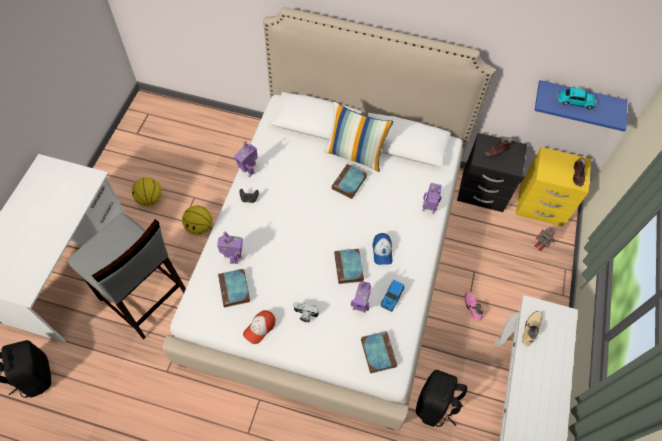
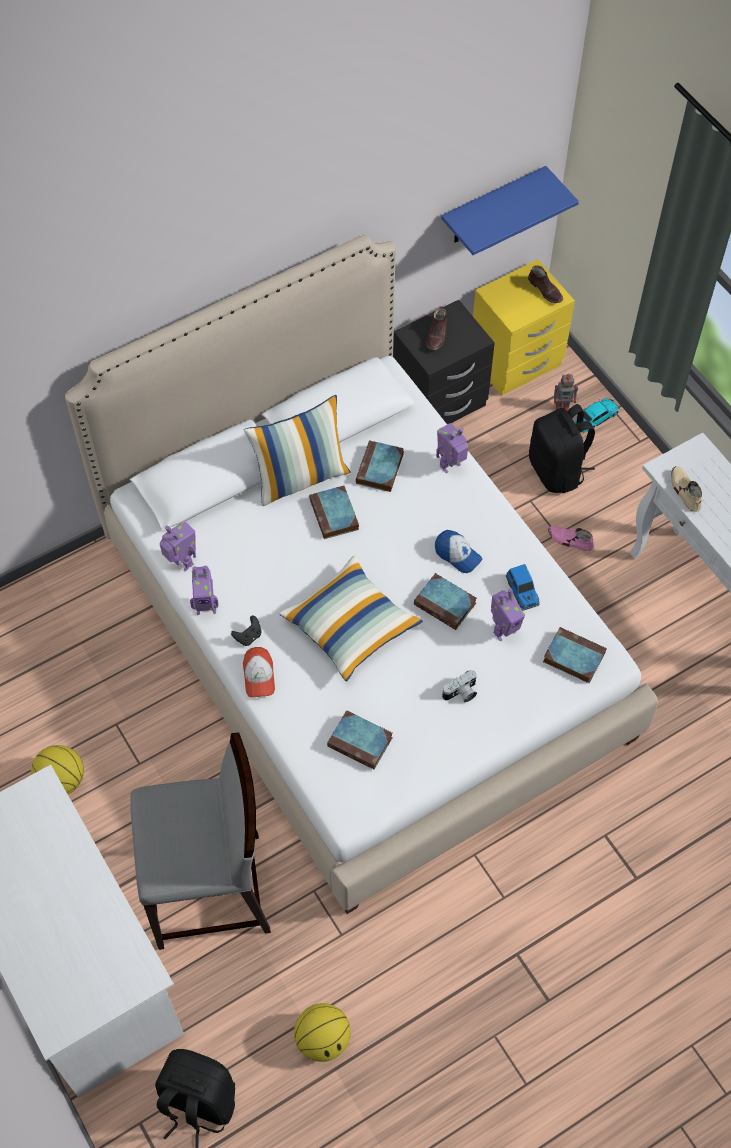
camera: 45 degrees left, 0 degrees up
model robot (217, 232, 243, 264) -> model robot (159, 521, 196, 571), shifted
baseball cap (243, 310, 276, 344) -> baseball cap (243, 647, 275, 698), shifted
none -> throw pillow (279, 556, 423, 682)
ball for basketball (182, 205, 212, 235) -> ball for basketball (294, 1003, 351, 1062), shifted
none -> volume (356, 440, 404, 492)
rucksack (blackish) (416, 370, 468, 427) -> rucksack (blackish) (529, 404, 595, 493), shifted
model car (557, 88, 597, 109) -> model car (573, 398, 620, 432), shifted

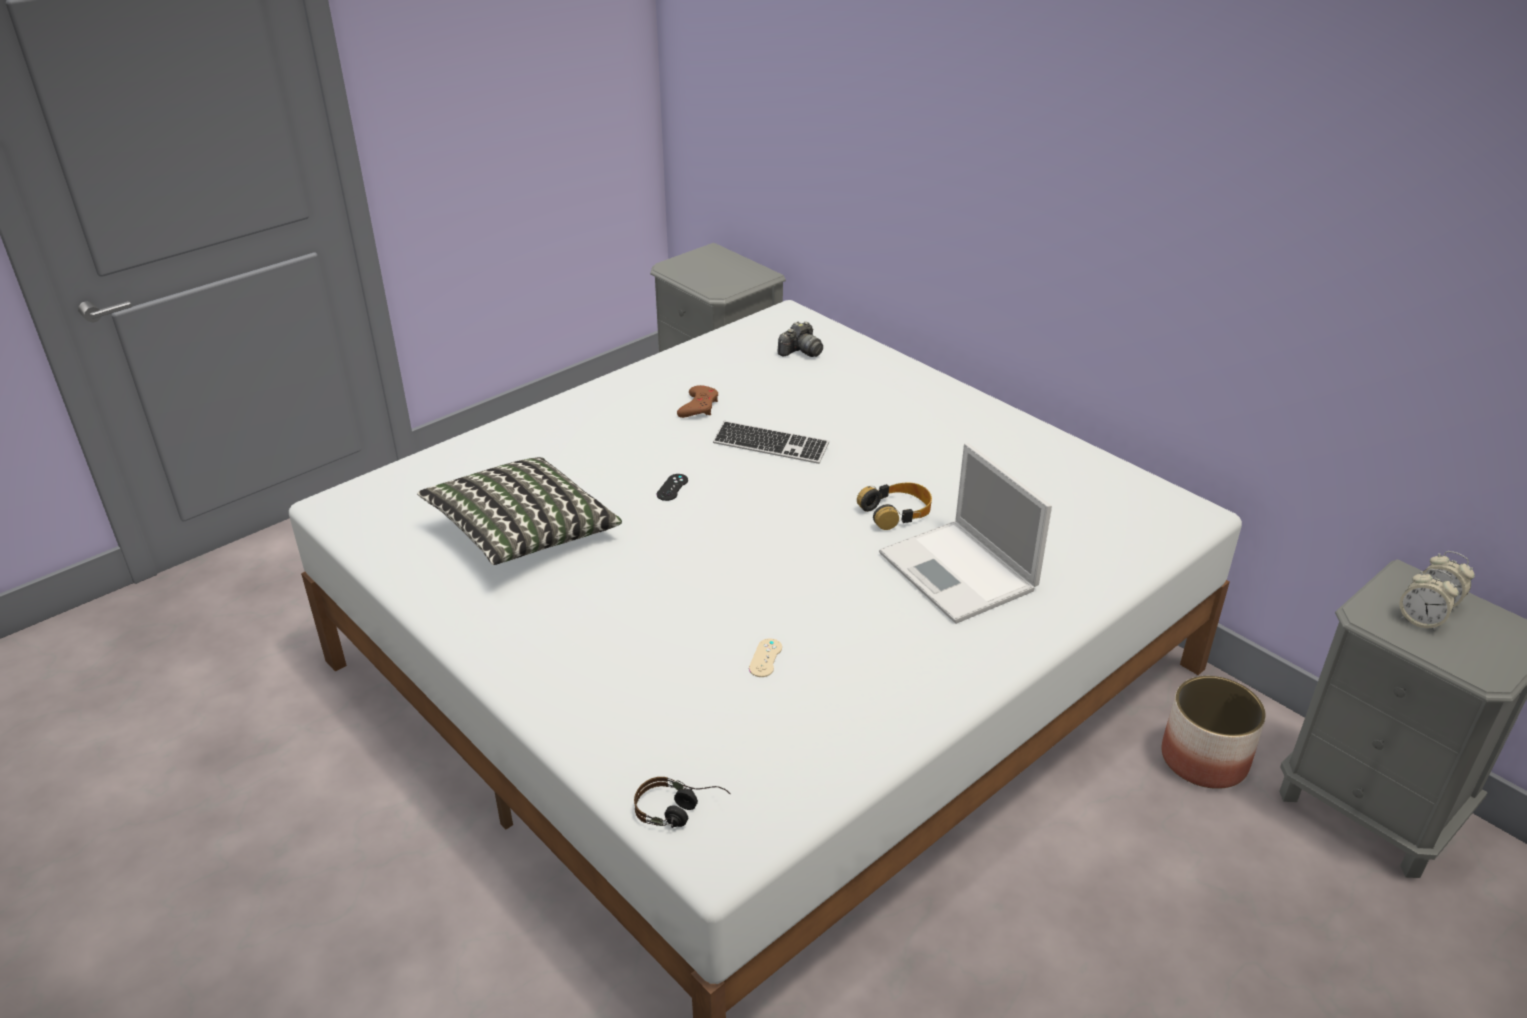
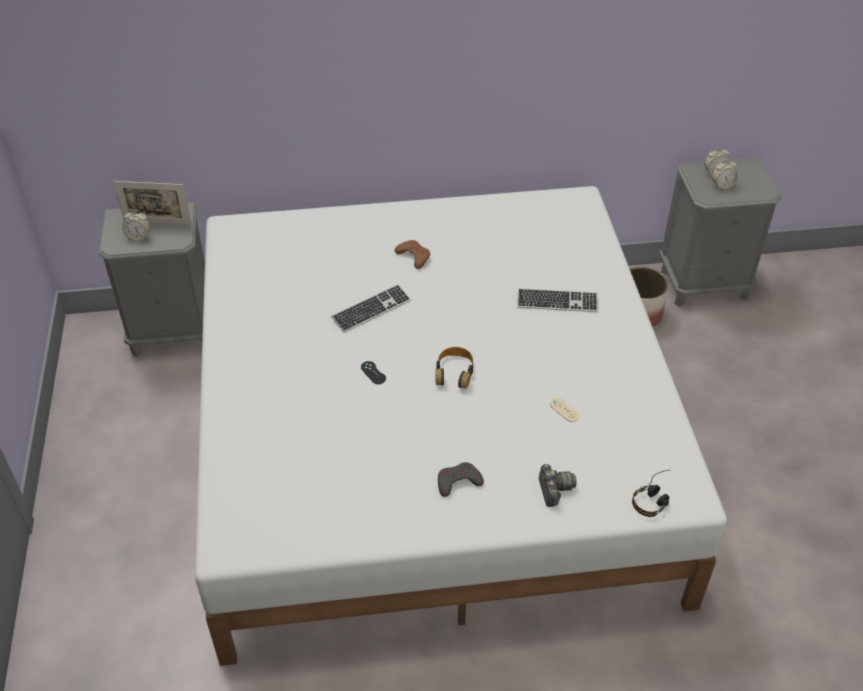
camera: 55 degrees left, 10 degrees up
none -> photo frame (113, 181, 191, 225)
none -> alarm clock (122, 209, 150, 241)
gamepad (brownish) (677, 385, 718, 418) -> gamepad (brownish) (395, 240, 430, 269), shifted
headphones (857, 483, 932, 530) -> headphones (435, 347, 474, 389), shifted
none -> gamepad (gray) (438, 462, 484, 497)
portable computer (879, 443, 1052, 624) -> PC keyboard (517, 288, 598, 312)
photo camera (778, 321, 823, 357) -> photo camera (539, 464, 577, 507), shifted
throw pillow (417, 457, 622, 565) -> none

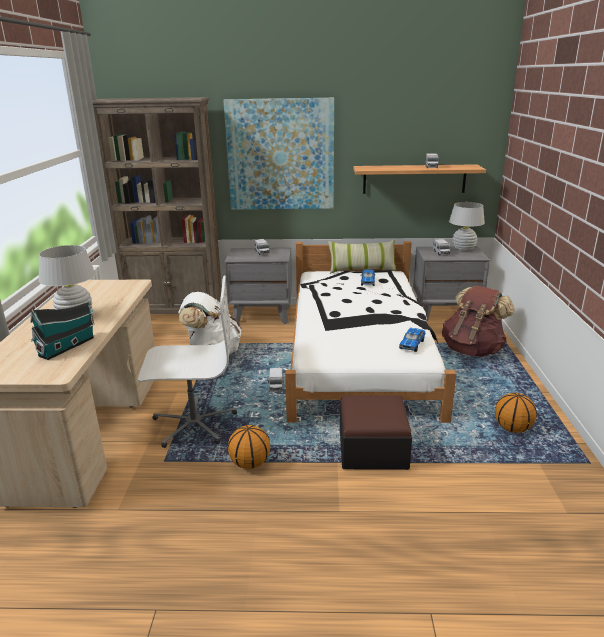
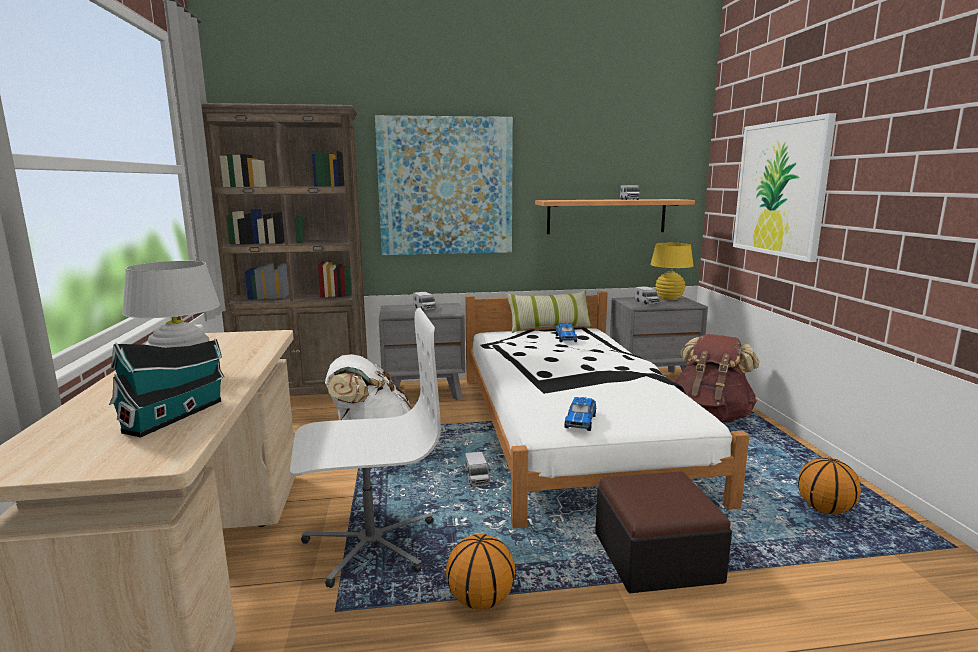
camera: 10 degrees left, 10 degrees down
model car (399, 328, 425, 352) -> model car (564, 397, 596, 431), shifted
lamp for a table (whitish) (449, 202, 485, 251) -> lamp for a table (yellowish) (650, 243, 694, 300)
none -> picture (733, 113, 836, 262)

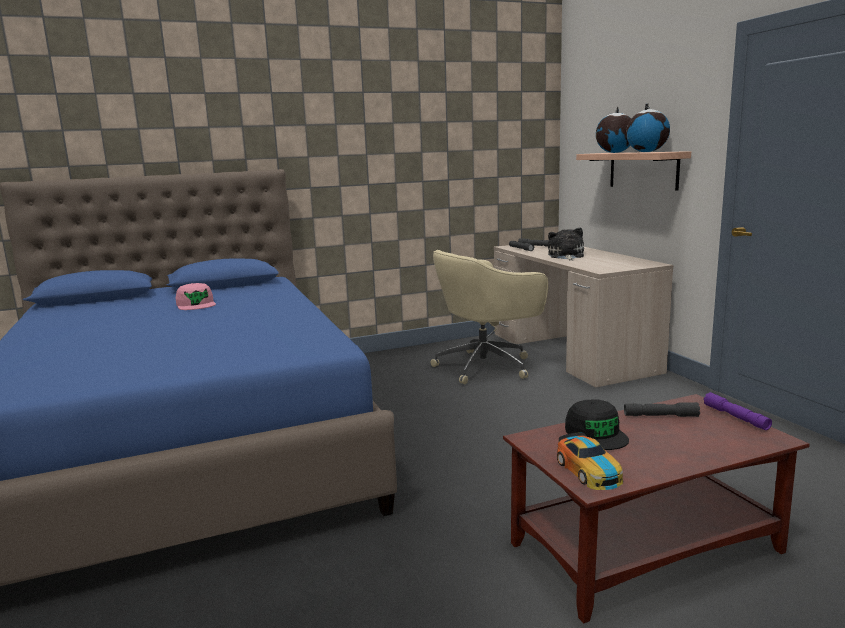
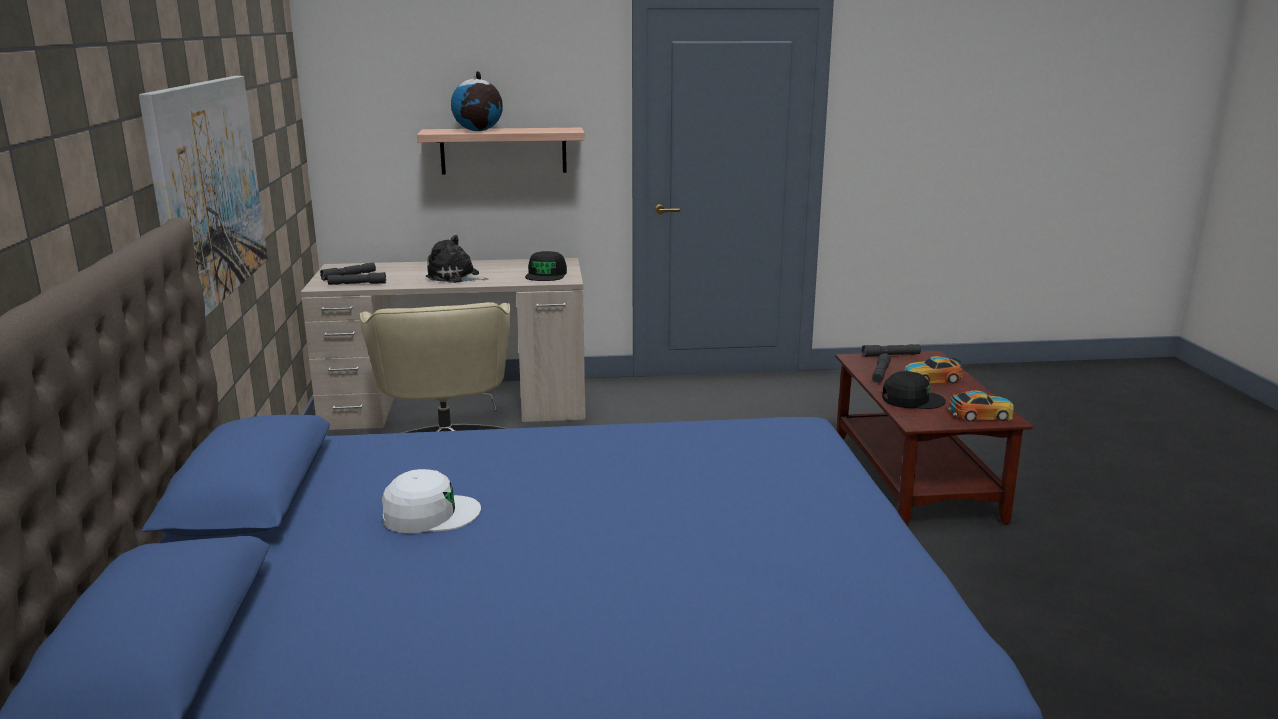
camera: 75 degrees left, 5 degrees up
none -> picture (139, 76, 268, 317)
baseball cap (pink) (175, 283, 216, 310) -> baseball cap (whitish) (382, 469, 481, 533)
none -> baseball cap (blackish) (525, 251, 567, 281)
flashlight (purple-coloured) (704, 392, 772, 430) -> flashlight (gray) (862, 344, 921, 357)
none -> model car (904, 356, 963, 384)
desk globe (626, 103, 670, 152) -> none

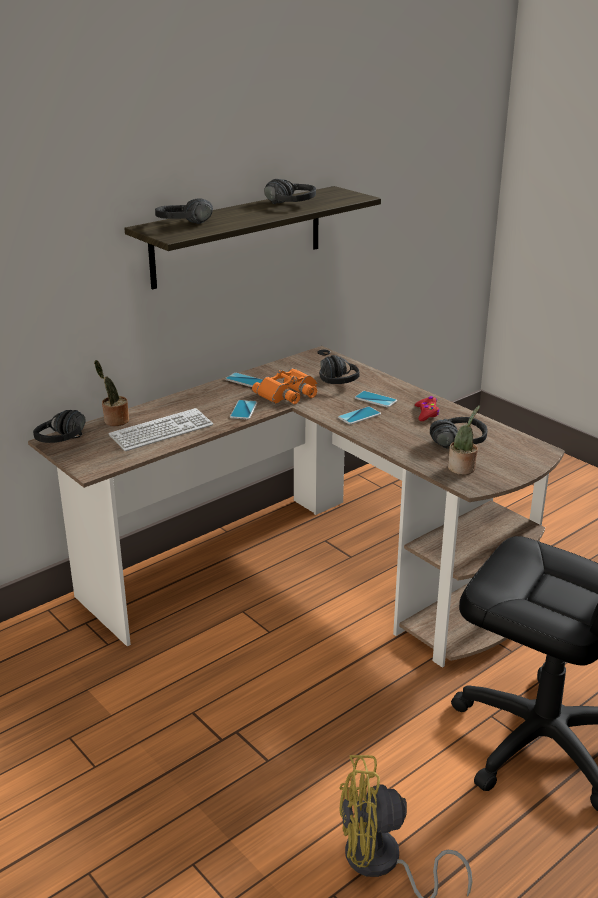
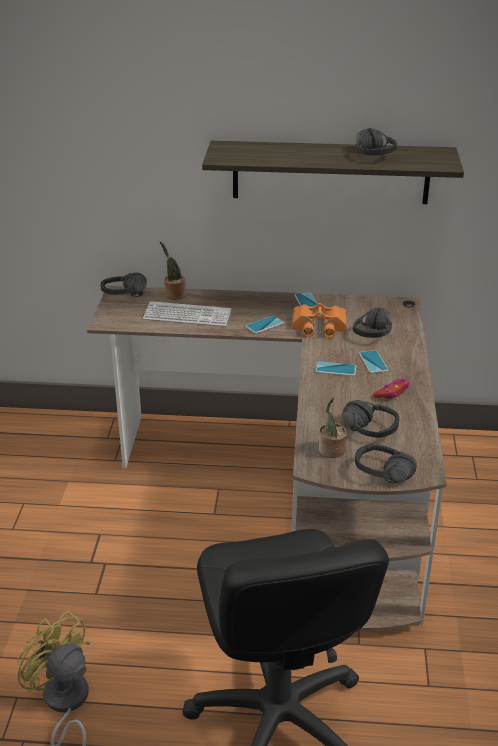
camera: 45 degrees right, 5 degrees up
headphones (blackish) (155, 198, 213, 224) -> headphones (blackish) (355, 444, 417, 483), shifted

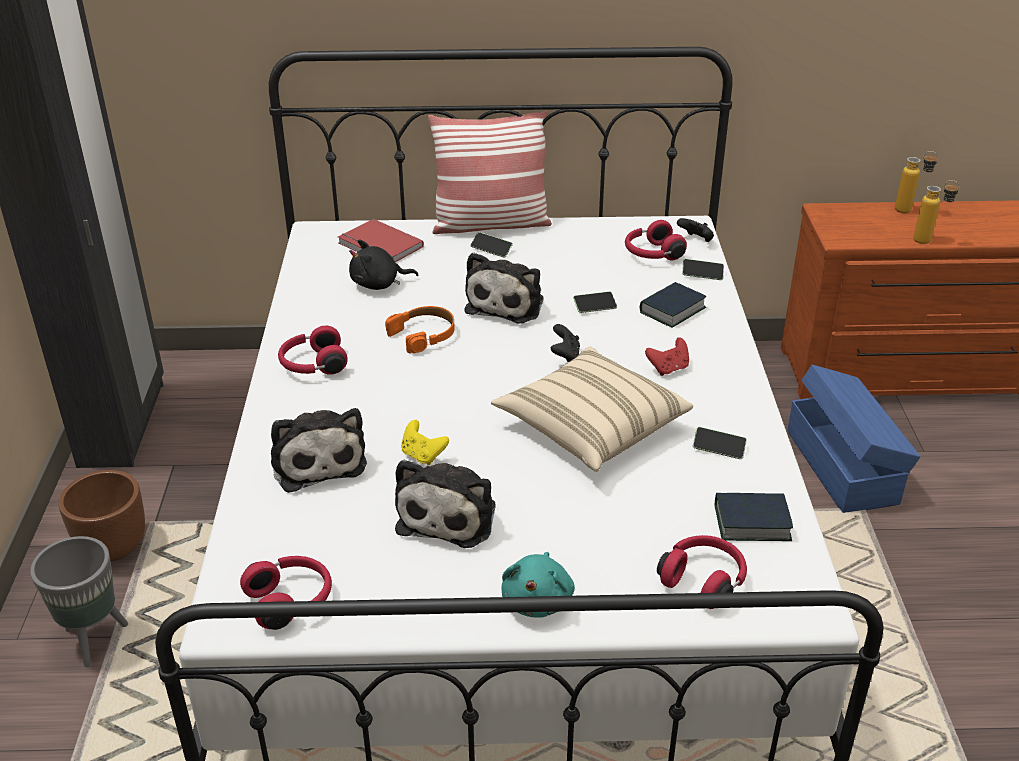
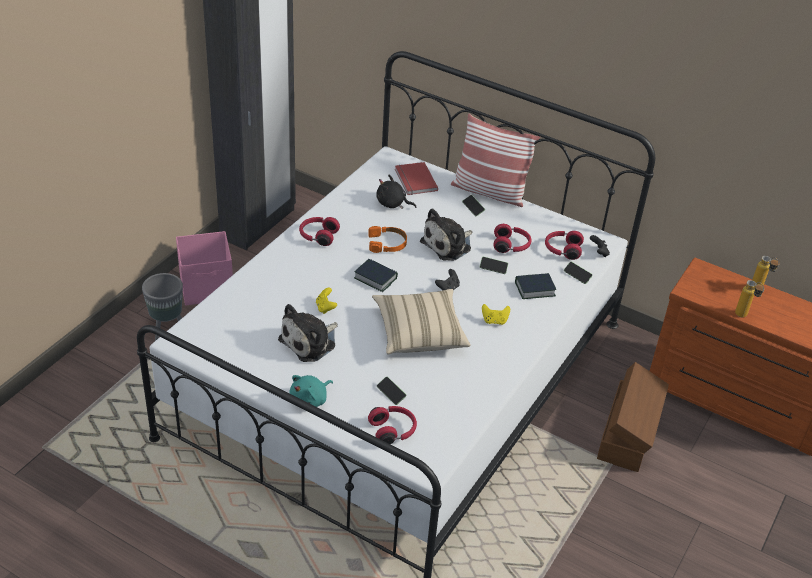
camera: 30 degrees right, 5 degrees up
flower pot (brownish) (58, 470, 145, 562) -> storage box (pink) (176, 231, 233, 305)
volume (715, 493, 793, 541) -> volume (354, 259, 398, 292), shifted
handset (693, 427, 747, 459) -> handset (377, 377, 407, 405), shifted
gamepad (red-coloured) (645, 337, 689, 376) -> gamepad (yellowish) (482, 304, 510, 325)
headphones (red-coloured) (240, 556, 332, 630) -> headphones (red-coloured) (493, 224, 532, 253), shifted
storage box (blue) (787, 365, 921, 513) -> storage box (brownish) (597, 362, 669, 472)
plush toy (271, 408, 367, 493) -> none

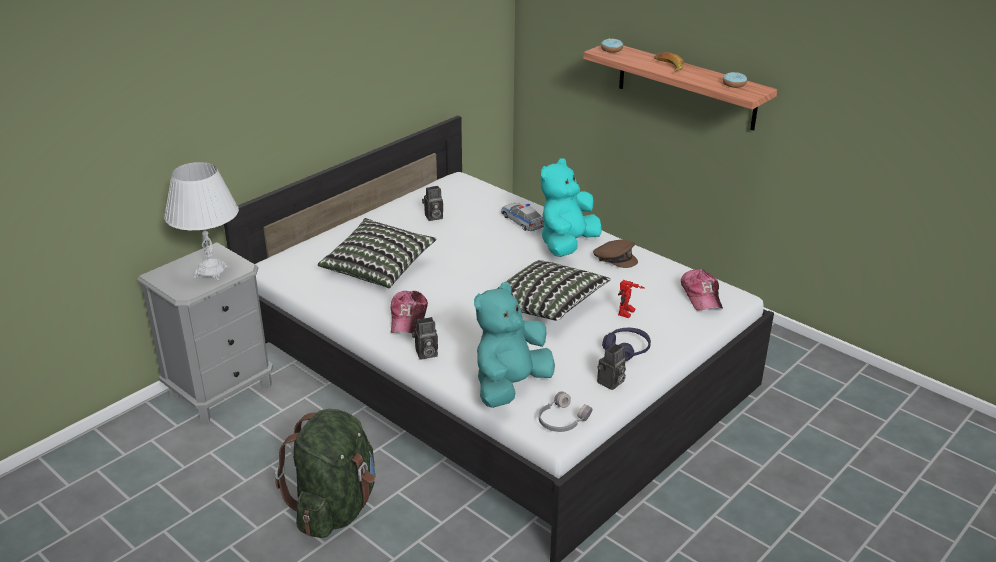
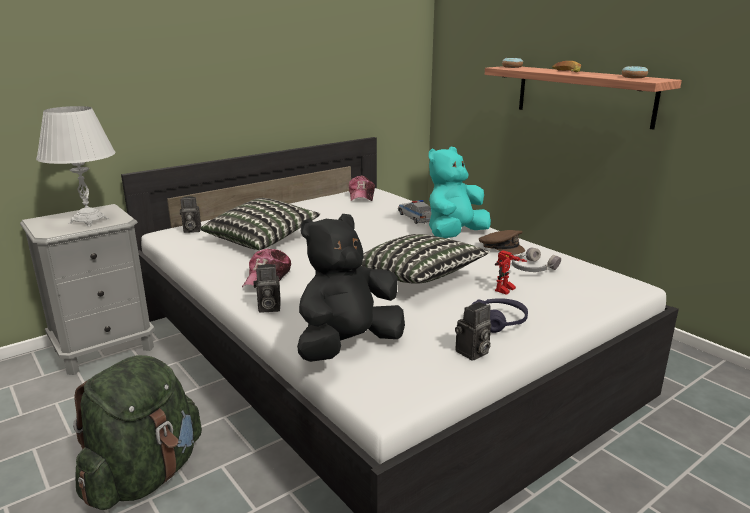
camera: 10 degrees right, 10 degrees down
photo camera (422, 186, 443, 221) -> photo camera (180, 196, 201, 233), shifted
plush toy (turquoise-coloured) (474, 282, 555, 408) -> plush toy (blackish) (297, 214, 405, 362)
baseball cap (681, 269, 723, 311) -> baseball cap (349, 175, 375, 201), shifted
headphones (gray) (539, 391, 593, 432) -> headphones (gray) (512, 248, 561, 272), shifted

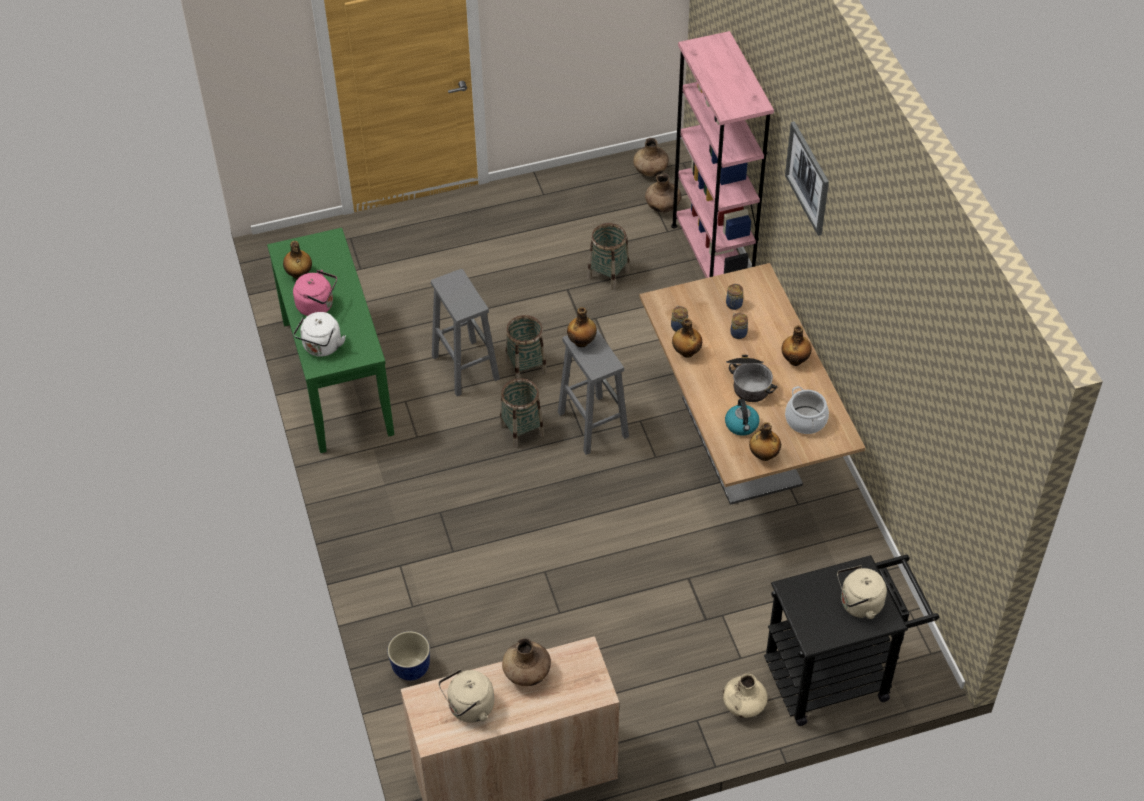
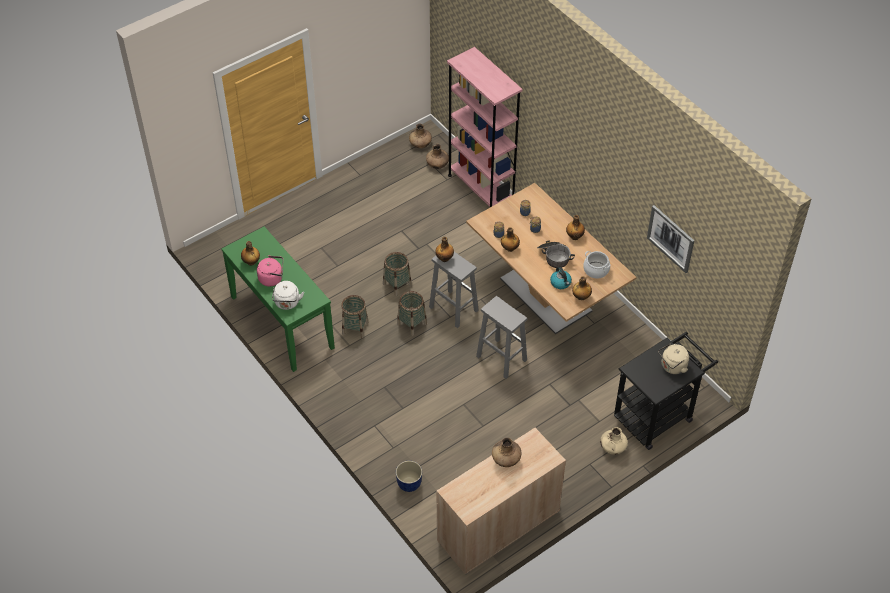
camera: 20 degrees left, 0 degrees up
basket (587, 223, 630, 290) -> basket (341, 295, 369, 338), shifted
sitting stool (gray) (431, 269, 500, 396) -> sitting stool (gray) (476, 296, 527, 379), shifted
picture (785, 121, 829, 236) -> picture (647, 205, 694, 273), shifted
water kettle (sand-coloured) (438, 669, 494, 723) -> none

